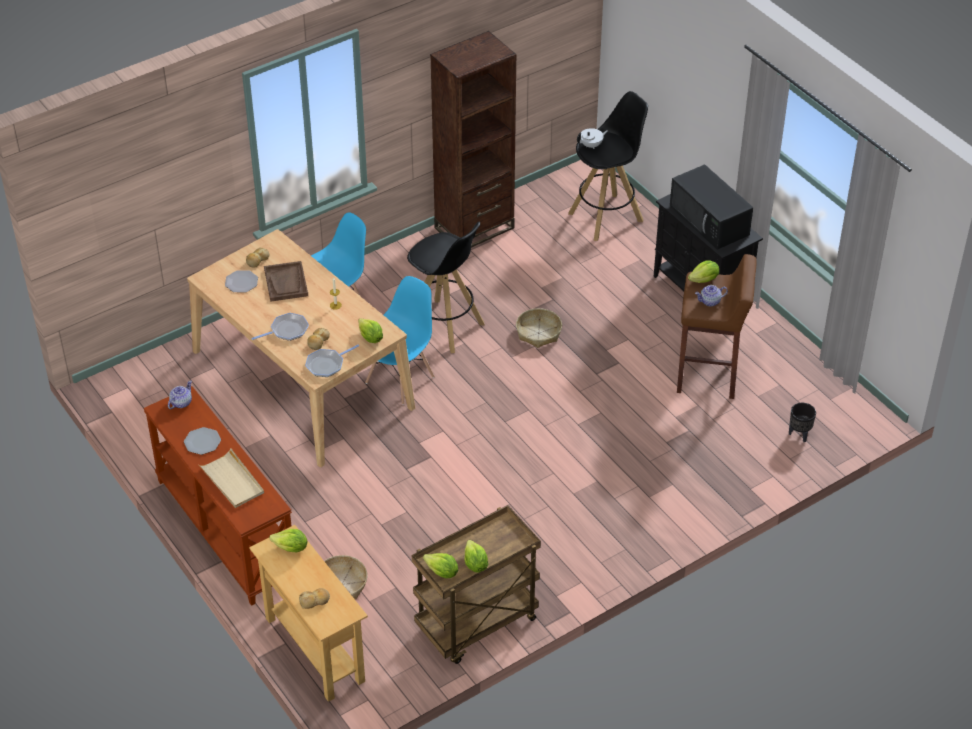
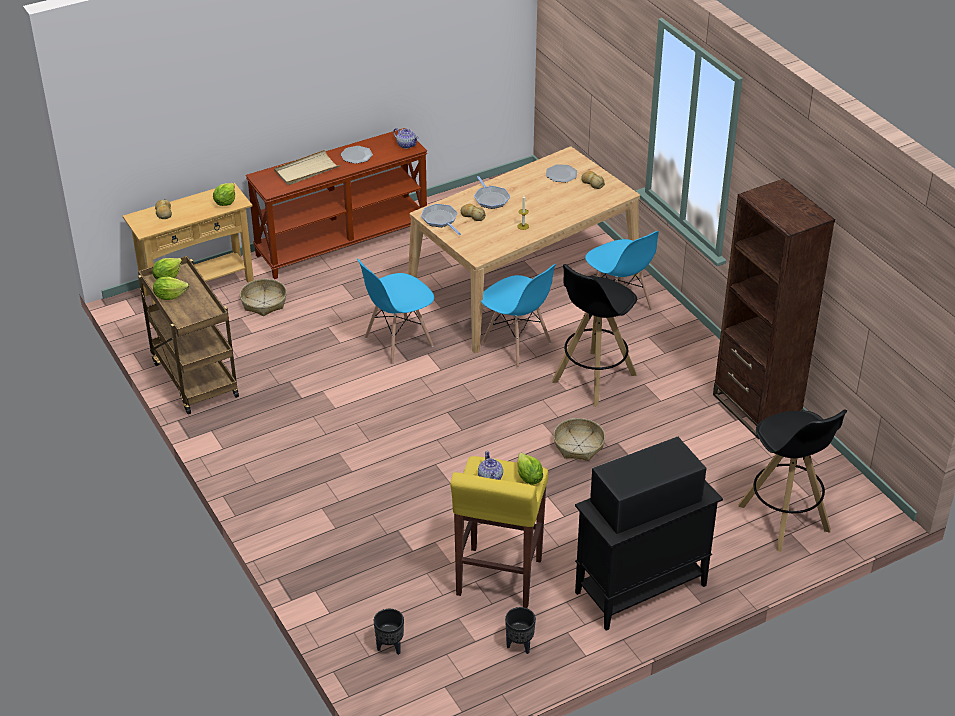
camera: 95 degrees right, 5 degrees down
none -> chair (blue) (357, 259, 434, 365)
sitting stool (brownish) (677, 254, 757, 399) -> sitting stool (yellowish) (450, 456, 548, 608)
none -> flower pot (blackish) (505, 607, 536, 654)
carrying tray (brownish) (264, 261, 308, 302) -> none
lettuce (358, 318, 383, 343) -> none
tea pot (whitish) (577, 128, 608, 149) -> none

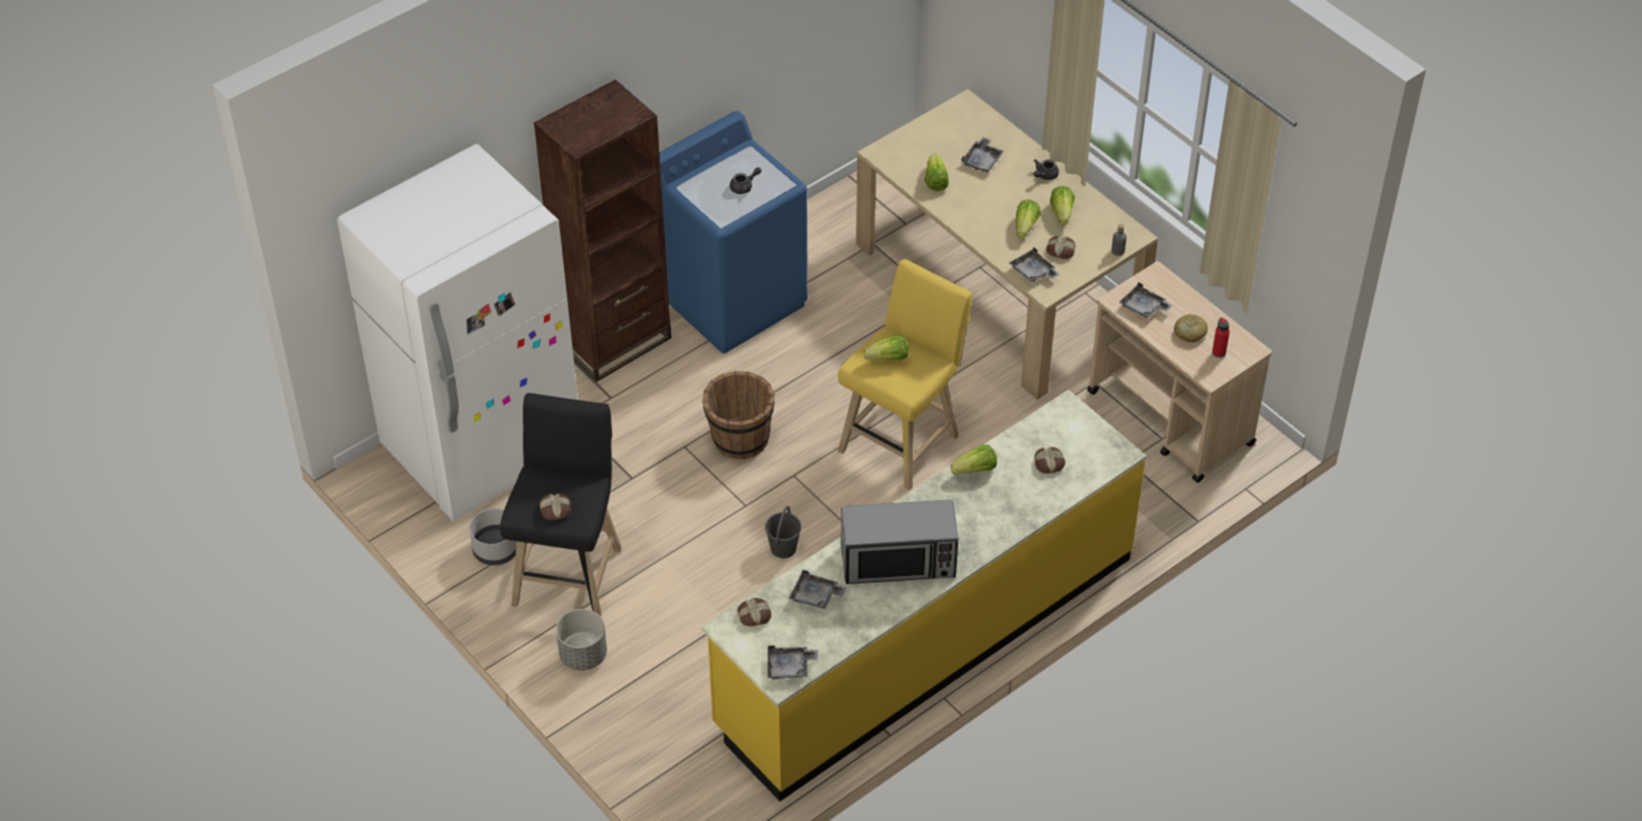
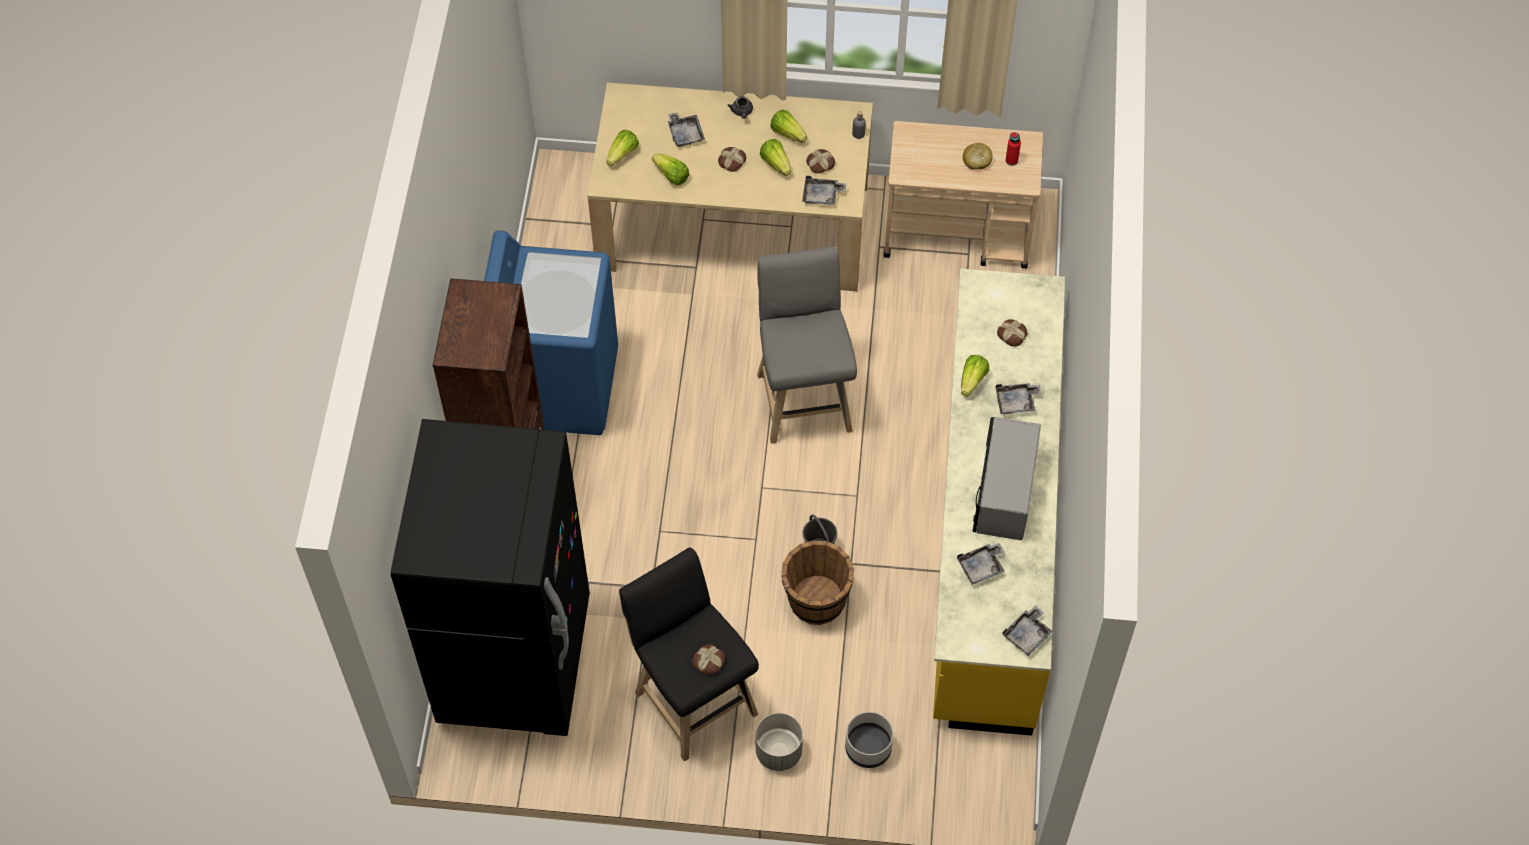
camera: 45 degrees left, 10 degrees up
fridge (whitish) (337, 144, 578, 521) -> fridge (blackish) (391, 419, 590, 736)
lettuce (864, 335, 909, 360) -> lettuce (606, 130, 639, 166), shifted
baked bread (738, 598, 771, 626) -> baked bread (718, 147, 746, 172), shifted
sitting stool (yellowish) (838, 259, 972, 490) -> sitting stool (gray) (757, 246, 857, 444)
water bucket (brownish) (702, 371, 775, 459) -> water bucket (brownish) (781, 540, 854, 625), shifted
flower pot (gray) (469, 508, 517, 565) -> flower pot (gray) (845, 712, 893, 768), shifted
kitchen microwave (841, 500, 958, 584) -> kitchen microwave (973, 417, 1041, 540), 150 degrees clockwise
carrying tray (gray) (1119, 282, 1172, 318) -> carrying tray (gray) (996, 383, 1041, 414), shifted
tea pot (gray) (730, 167, 761, 194) -> none

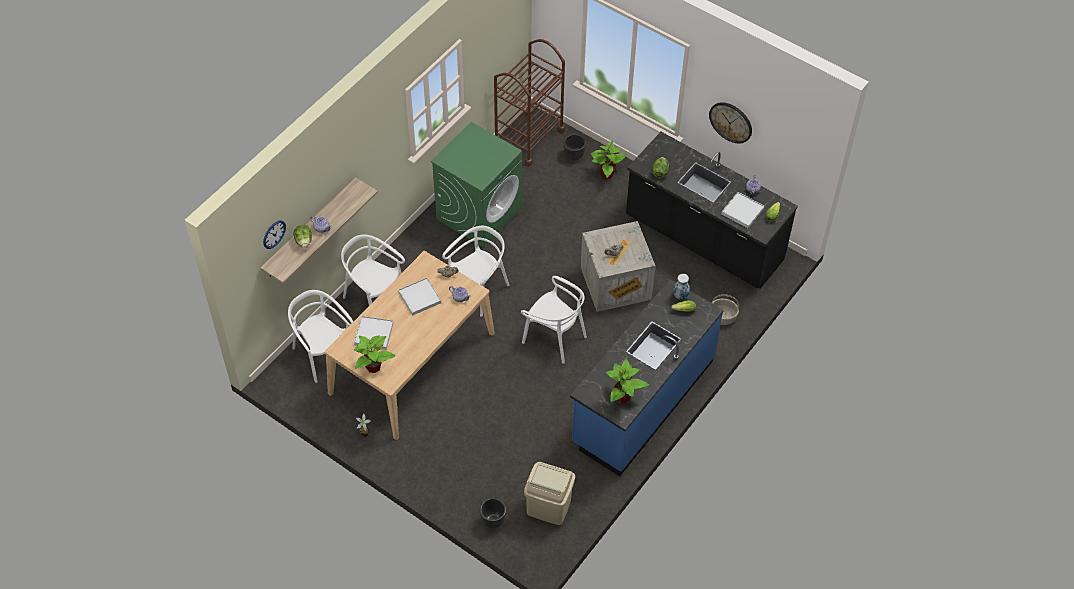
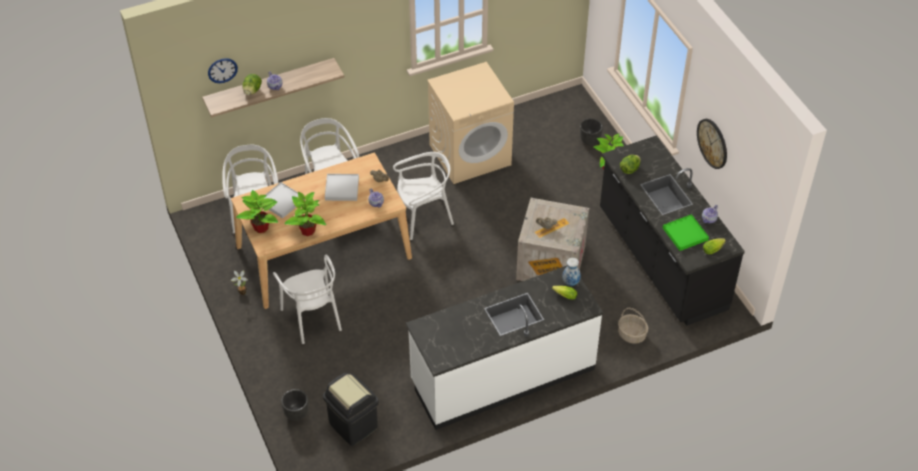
camera: 30 degrees right, 5 degrees down
chair (whitish) (521, 276, 587, 364) -> chair (whitish) (273, 255, 342, 344), shifted
houseplant (606, 359, 649, 403) -> houseplant (284, 192, 326, 236), shifted
waste bin (sand-coloured) (524, 462, 575, 525) -> waste bin (blackish) (323, 373, 379, 446)
kitchen counter (blue) (570, 279, 723, 476) -> kitchen counter (whitish) (406, 265, 603, 430)
laundry machine (green) (431, 122, 522, 248) -> laundry machine (sand-coloured) (427, 62, 514, 184)
carrying tray (whitish) (721, 192, 764, 228) -> carrying tray (green) (663, 214, 709, 251)
trolley (brownish) (494, 39, 565, 166) -> none

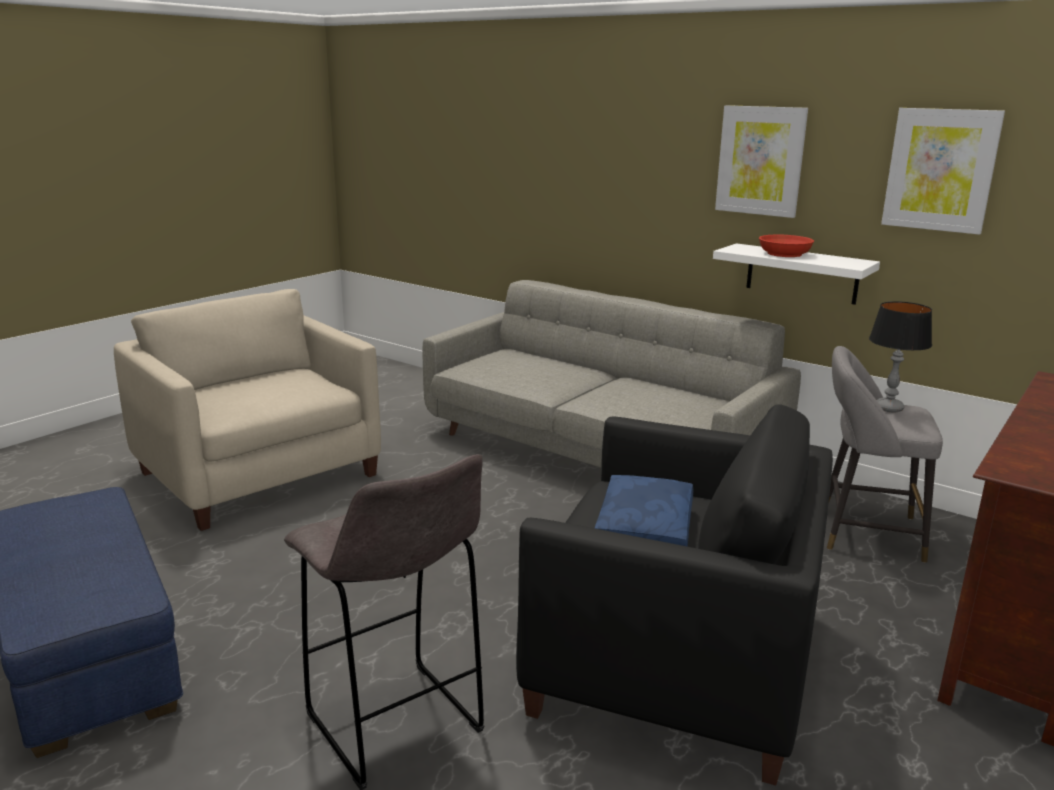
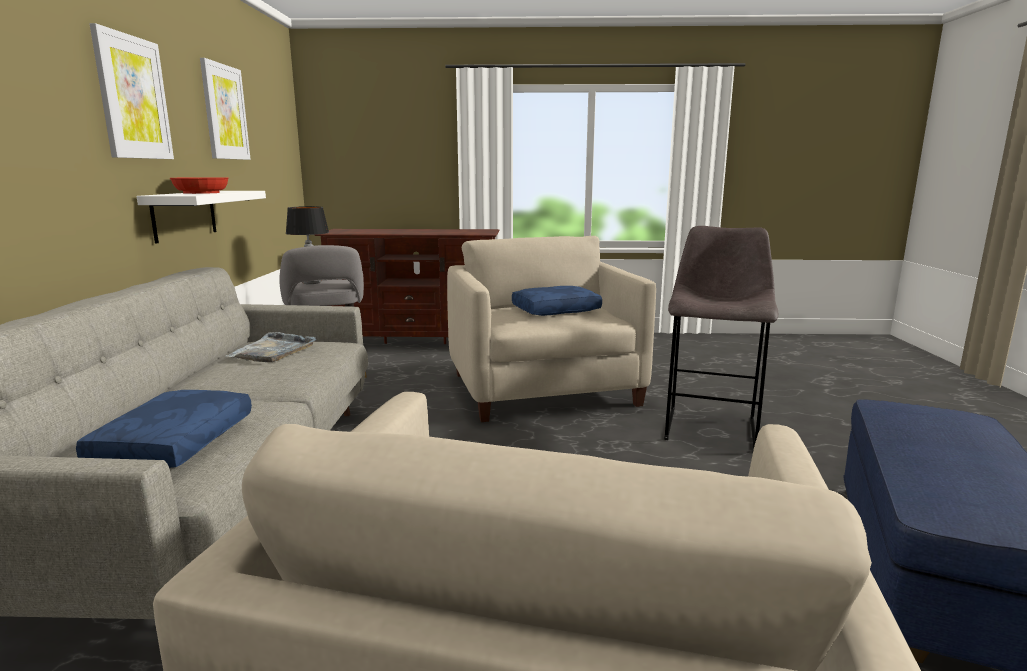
camera: 125 degrees left, 5 degrees down
none -> throw pillow (blue) (76, 390, 252, 468)
none -> carrying tray (gray) (226, 332, 316, 362)
easy chair (blackish) (516, 404, 833, 785) -> easy chair (sand-coloured) (447, 236, 656, 422)

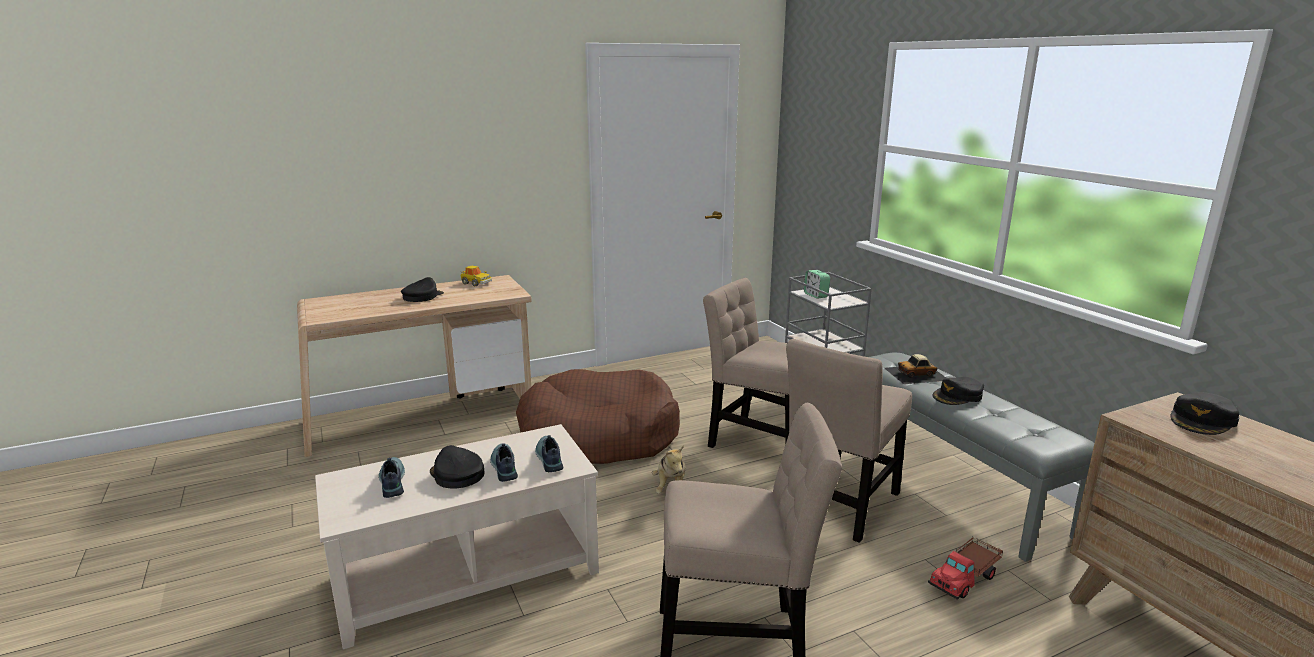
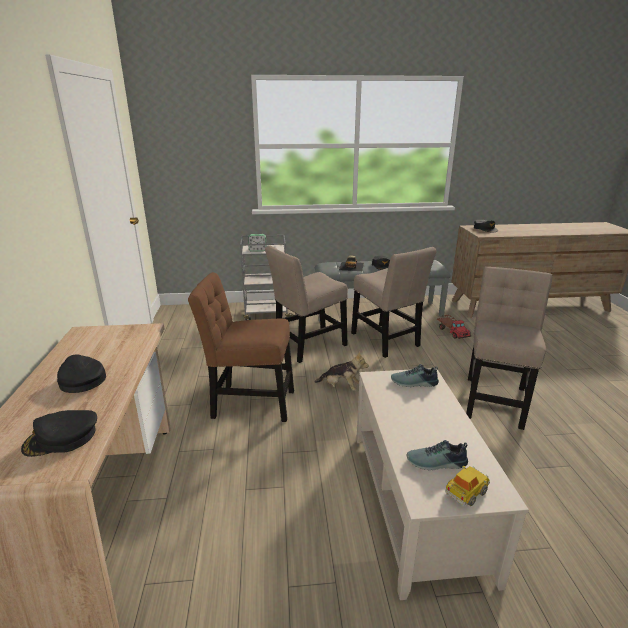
camera: 70 degrees left, 5 degrees up
baseball cap (blackish) (430, 445, 485, 489) -> baseball cap (blackish) (21, 410, 97, 457), shifted
pet bed (brownish) (516, 369, 680, 464) -> chair (brownish) (188, 272, 294, 422)
model car (461, 266, 492, 286) -> model car (446, 466, 490, 506), shifted
low shoe (490, 443, 518, 482) -> none

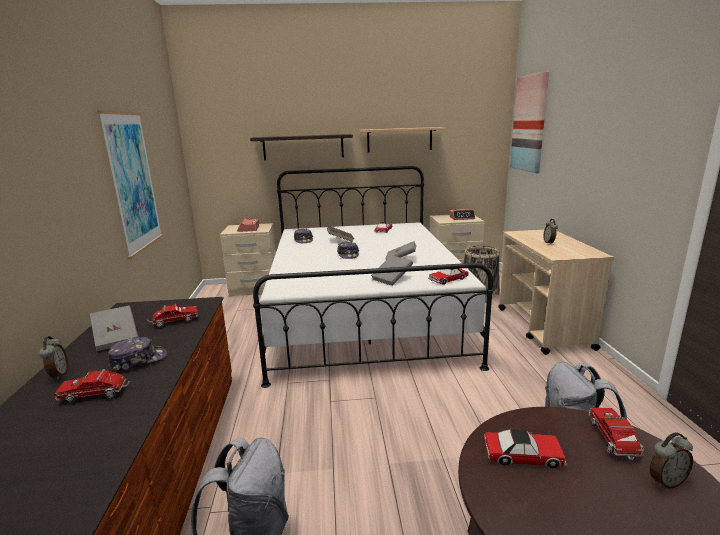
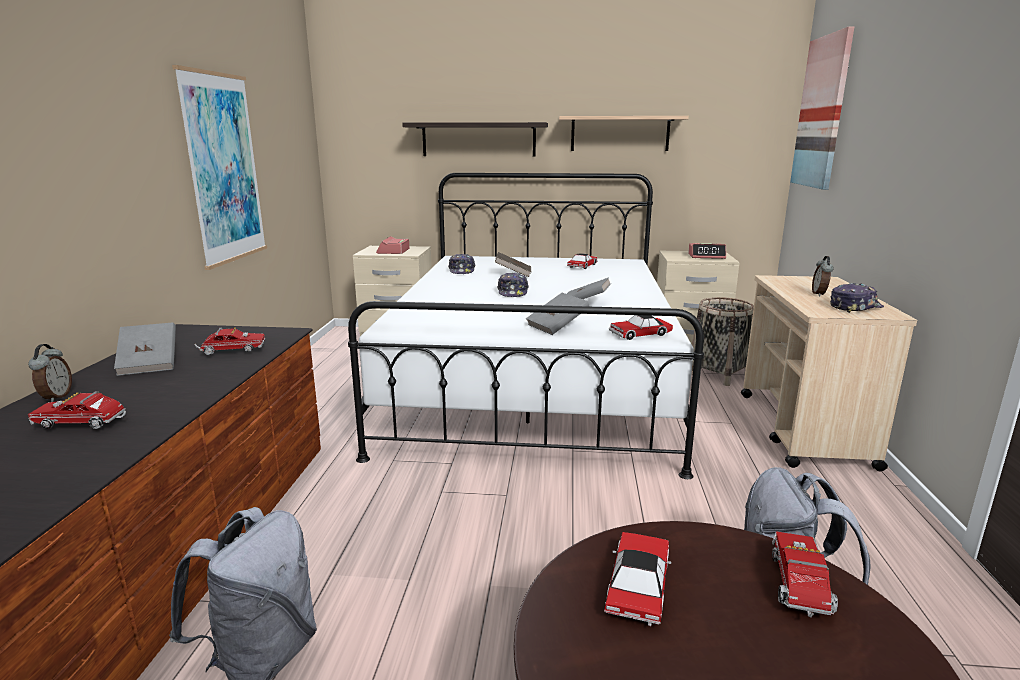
camera: 10 degrees right, 0 degrees up
model car (484, 429, 567, 469) -> model car (604, 532, 671, 626), 90 degrees counterclockwise
baseball cap (108, 337, 167, 373) -> baseball cap (830, 283, 884, 313), shifted
alarm clock (650, 432, 693, 489) -> none

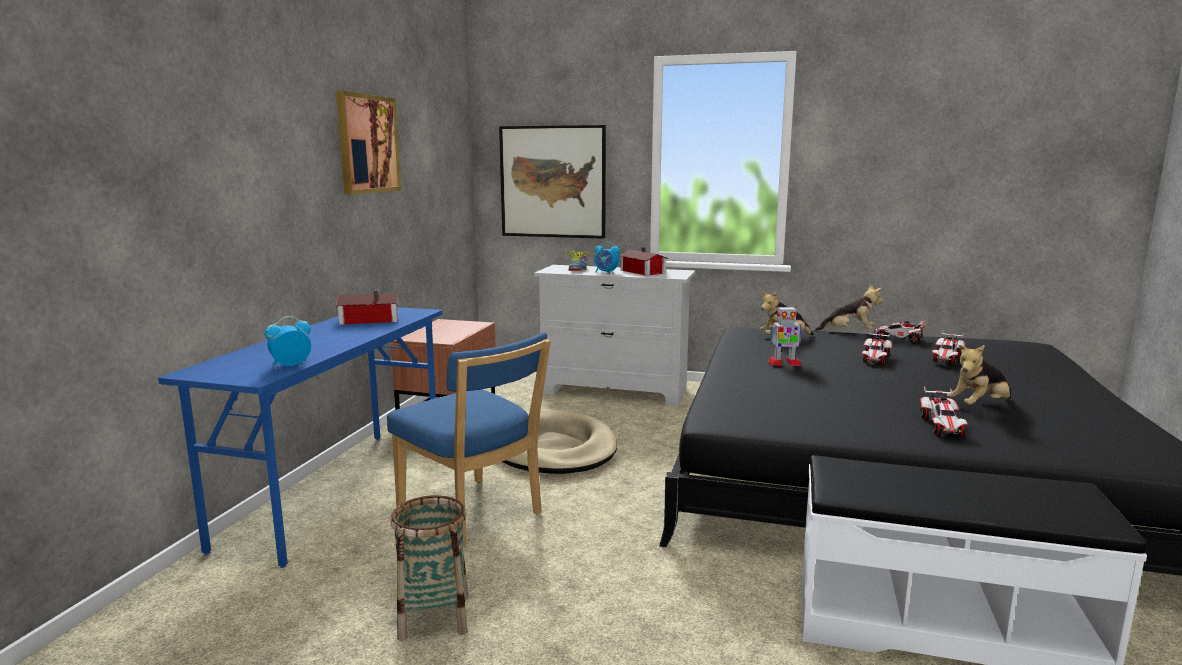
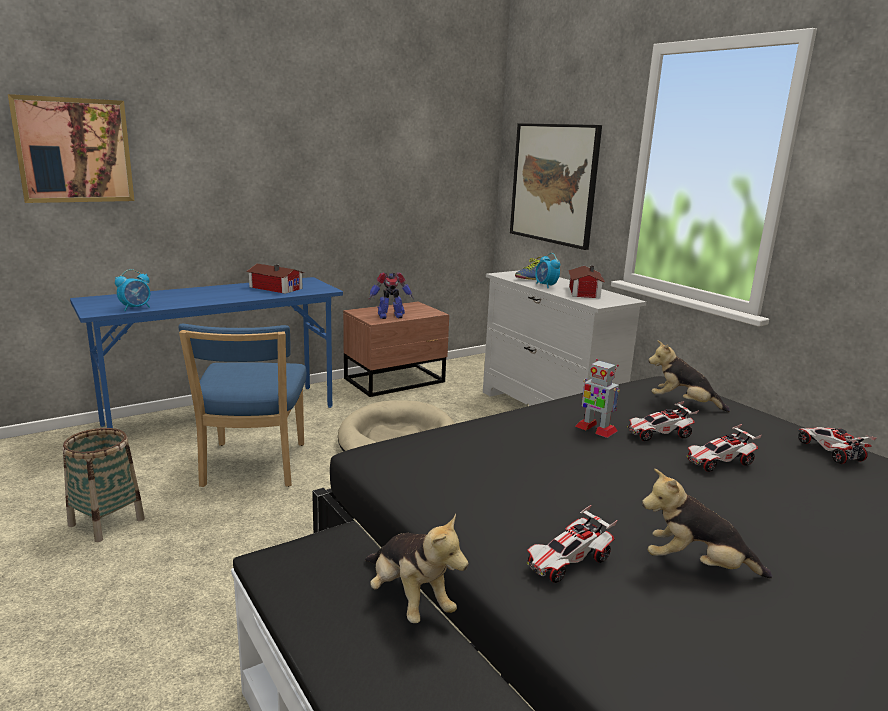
camera: 40 degrees right, 5 degrees up
picture (336, 91, 401, 194) -> picture (8, 94, 134, 203), shifted
alarm clock (265, 316, 311, 367) -> alarm clock (115, 269, 150, 311), 135 degrees clockwise
plush toy (814, 284, 883, 331) -> plush toy (365, 513, 469, 623), shifted
none -> model robot (369, 272, 414, 319)
model car (932, 331, 965, 365) -> model car (627, 401, 699, 441), shifted

